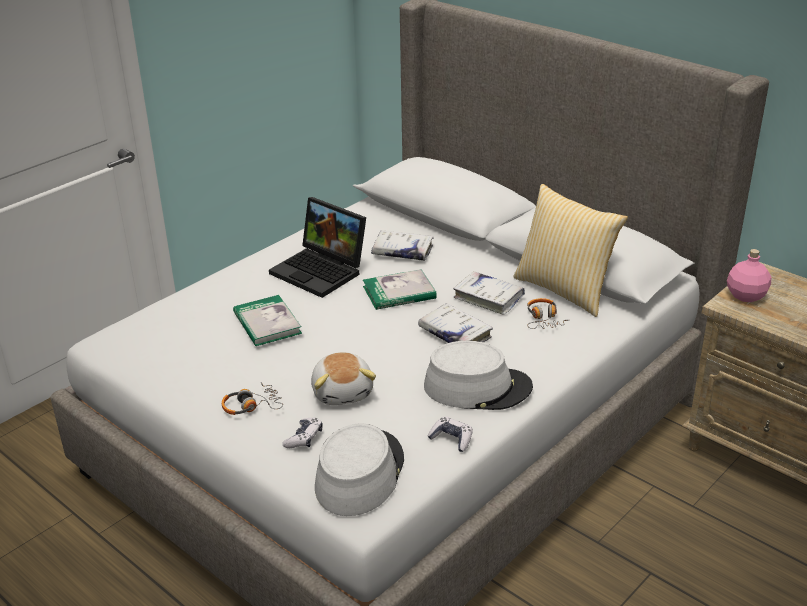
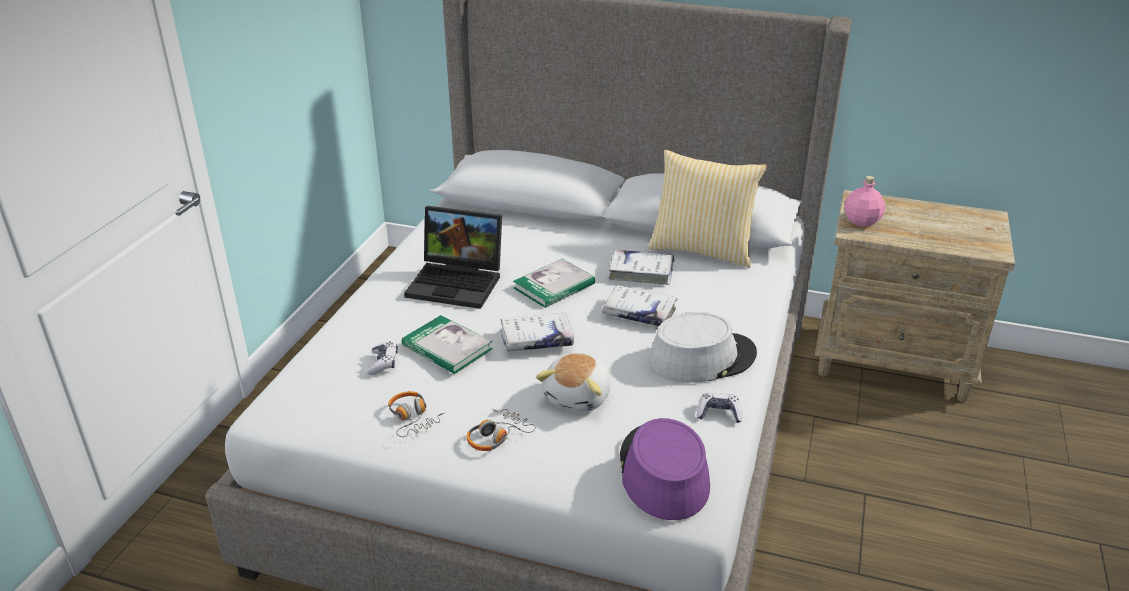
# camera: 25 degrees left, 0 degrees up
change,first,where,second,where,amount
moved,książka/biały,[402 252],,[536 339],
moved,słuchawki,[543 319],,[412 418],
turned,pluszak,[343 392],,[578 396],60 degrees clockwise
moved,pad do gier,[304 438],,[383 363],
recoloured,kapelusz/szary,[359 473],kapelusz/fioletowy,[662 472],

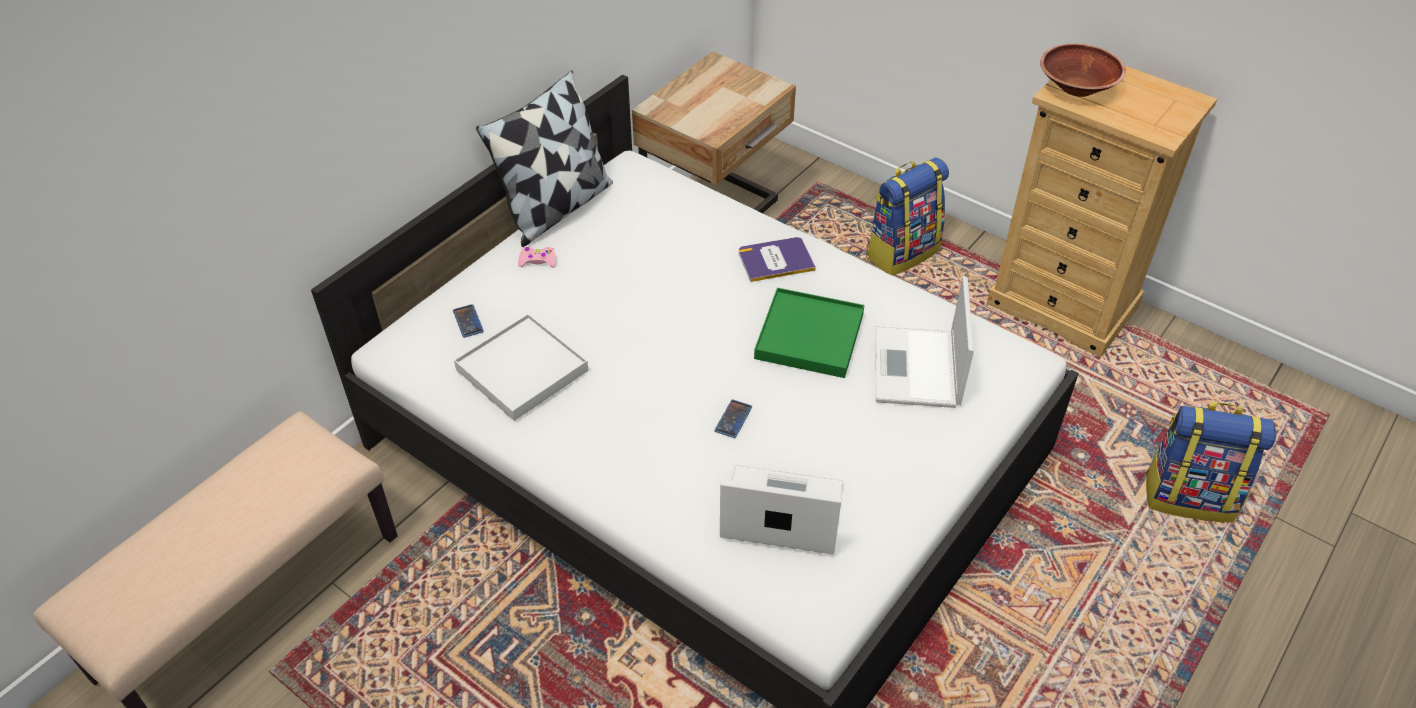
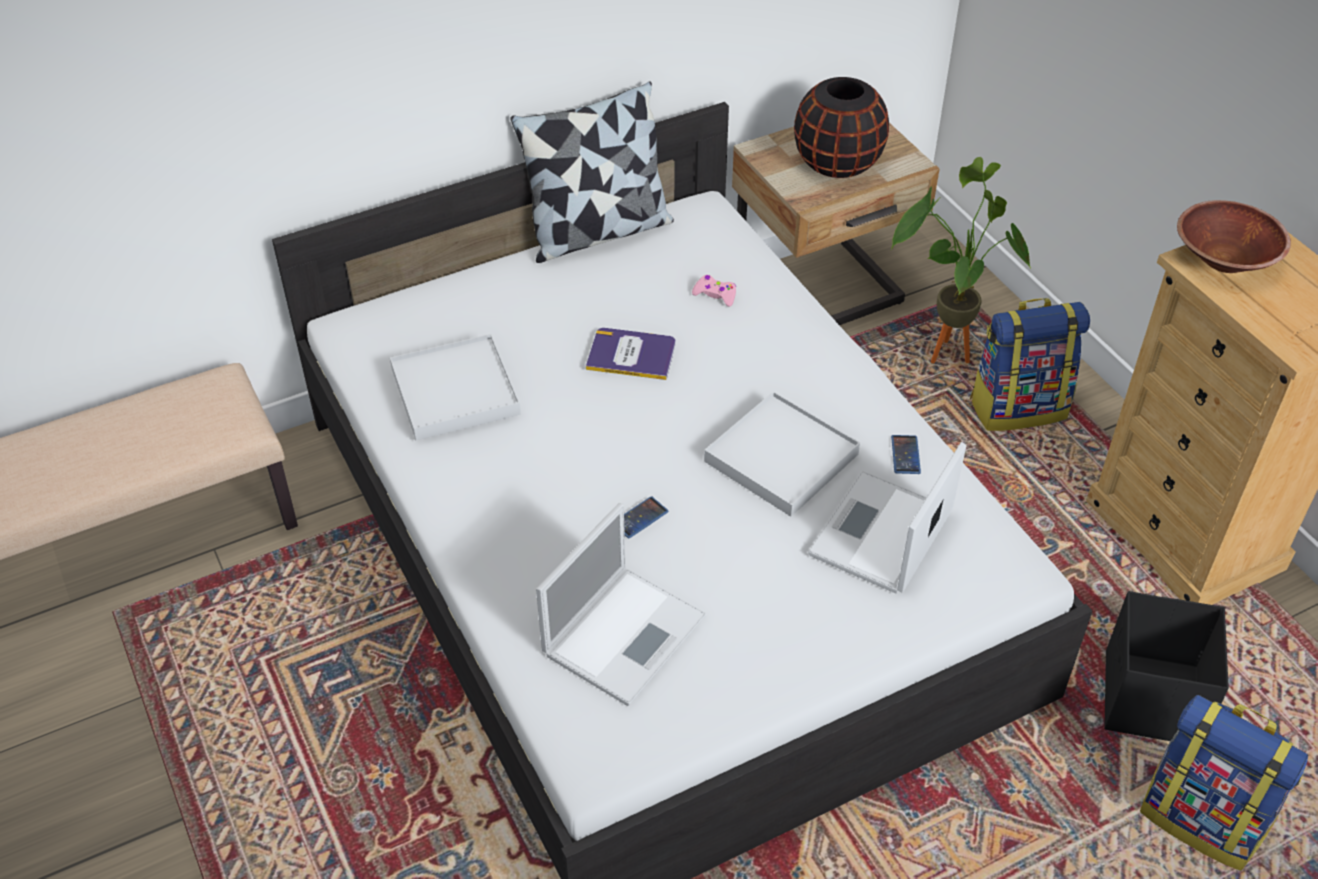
# camera: 25 degrees right, 0 degrees up
change,first,where,second,where,amount
moved,książka,[776 260],,[631 355],
moved,pad do gier/różowy,[538 261],,[715 294],
recoloured,taca/zielony,[809 337],taca/biały,[781 458],
moved,telefon,[468 321],,[905 455],
turned,laptop,[779 511],,[625 633],90 degrees clockwise
added,,,wazon/czarny,[837 164],
added,,,roślina doniczkowa,[939 351],
added,,,pojemnik do przechowywania/czarny,[1150 700],

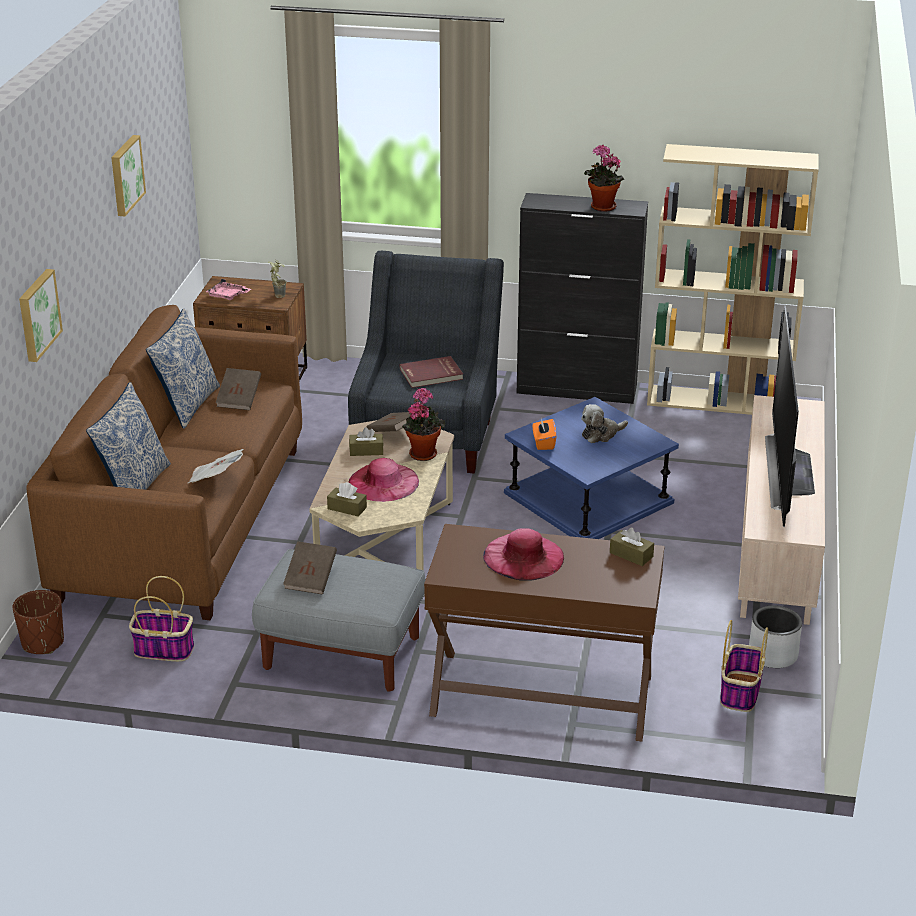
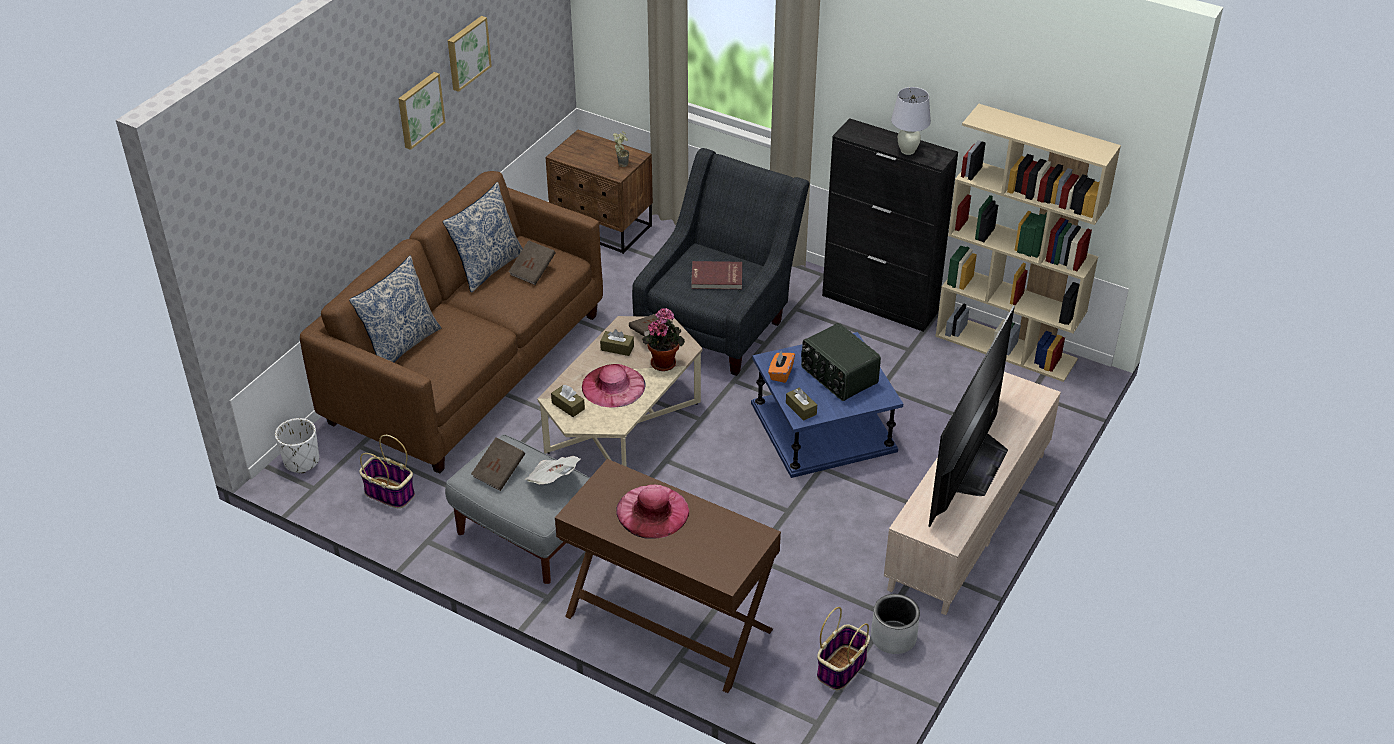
# camera: 20 degrees right, 10 degrees up
change,first,where,second,where,amount
replaced,roślina doniczkowa,[601 207],lampa stołowa/biały,[908 151],
moved,obraz,[37 314],,[419 109],
removed,taca/różowy,[228 296],,,
replaced,pluszak,[601 434],radio,[838 376],
moved,gazeta,[216 480],,[553 479],
moved,pudełko chusteczek/brązowy,[631 555],,[801 409],
recoloured,donica/brązowy,[43 643],donica/biały,[301 461],

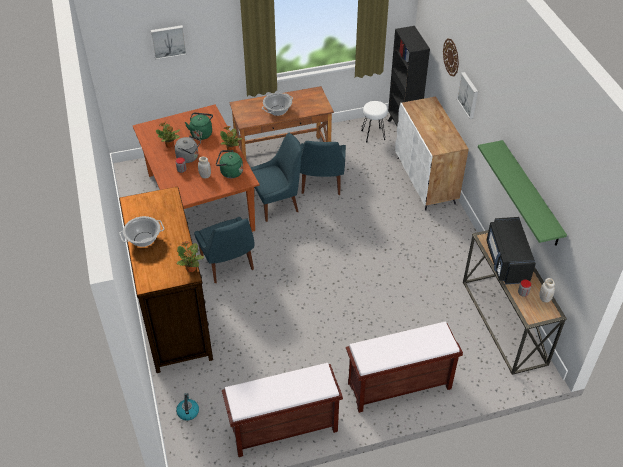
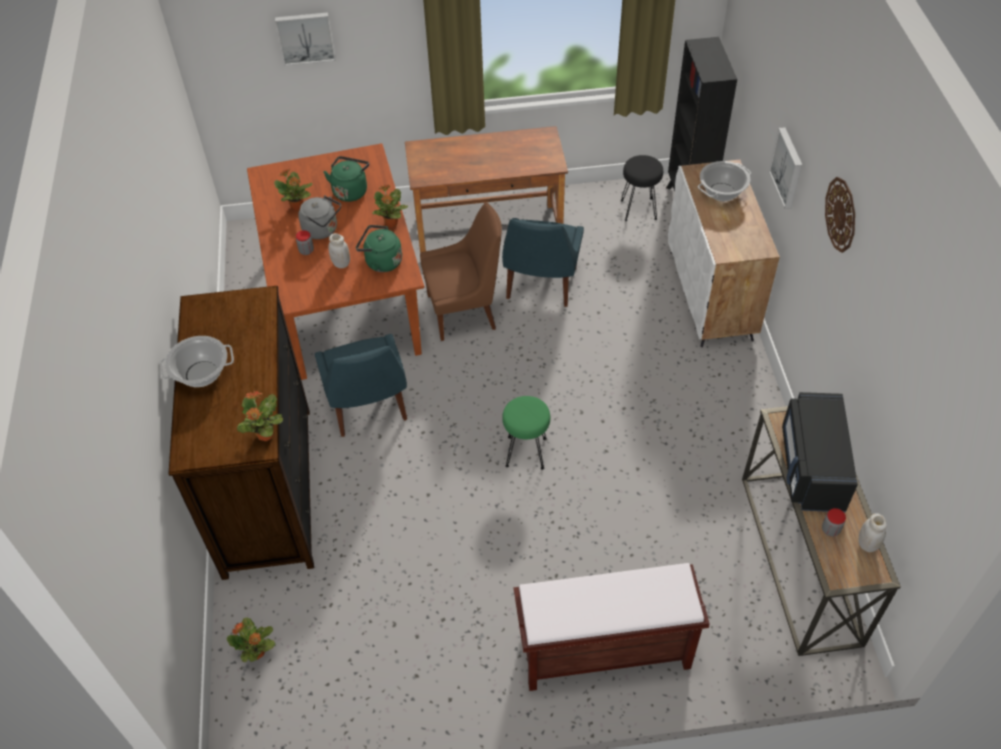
# camera: 10 degrees right, 5 degrees up
change,first,where,second,where,amount
moved,zegar ścienny,[451 57],,[841 214],
moved,garnek,[277 111],,[722 192],
recoloured,stołek/biały,[373 135],stołek/czarny,[639 209],
recoloured,krzesło/niebieski,[277 203],krzesło/brązowy,[464 311],
removed,półka/zielony,[530 193],,,
removed,ławka/brązowy,[283 429],,,
replaced,czajnik,[188 412],roślina doniczkowa,[257 653],
added,,,stołek/zielony,[526 452],

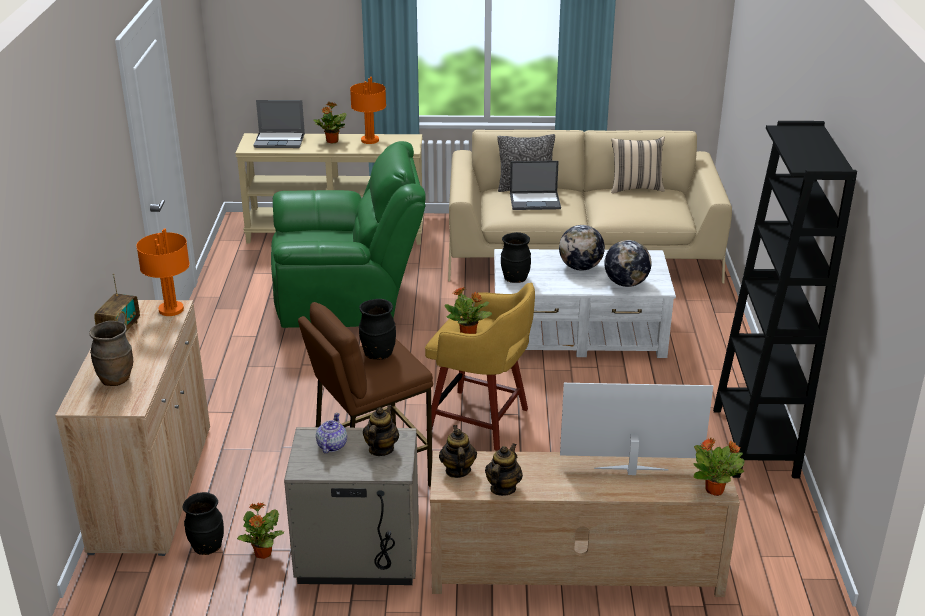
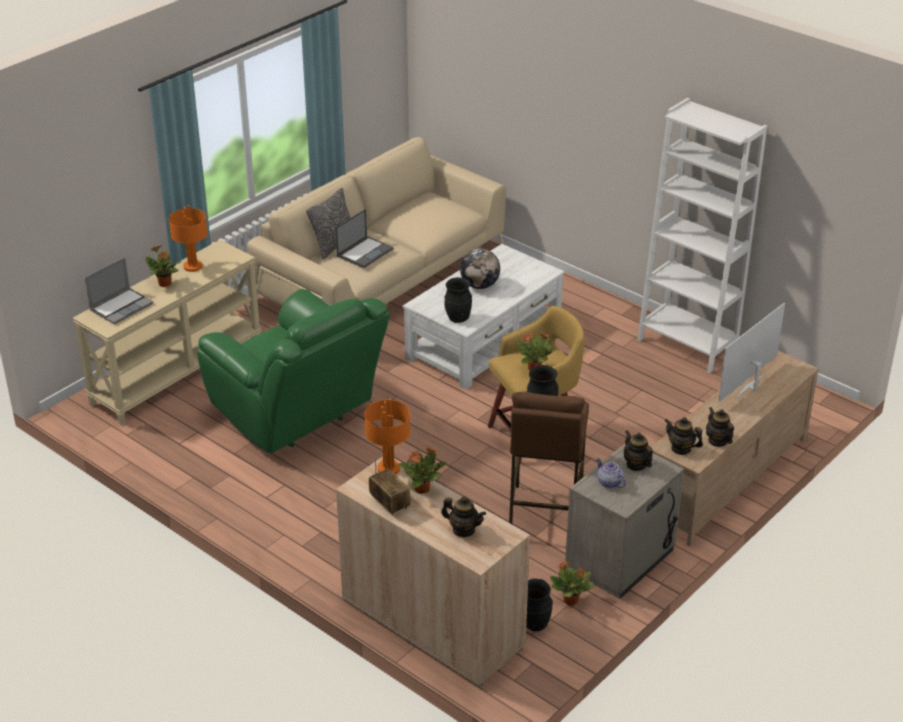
# camera: 50 degrees left, 5 degrees up
change,first,where,second,where,amount
recoloured,regał/czarny,[754 443],regał/biały,[687 345],
removed,poduszka/beżowy,[635 188],,,
turned,fotel/zielony,[348 302],,[298 417],105 degrees clockwise
removed,globus,[626 283],,,
replaced,wazon/brązowy,[116 379],imbryk,[463 530],
moved,roślina doniczkowa,[715 490],,[422 488],

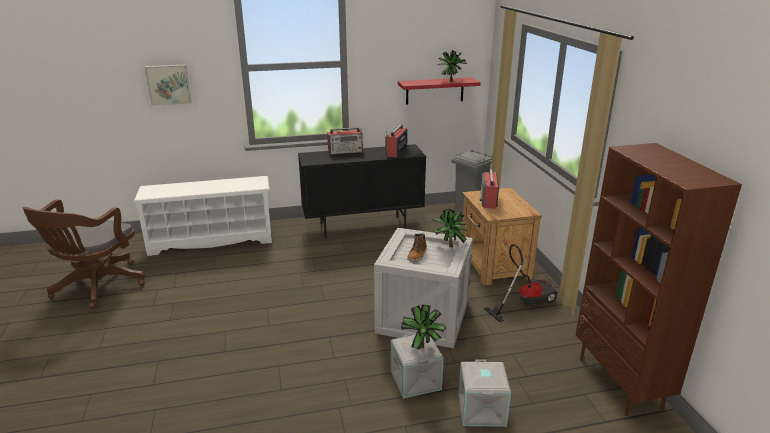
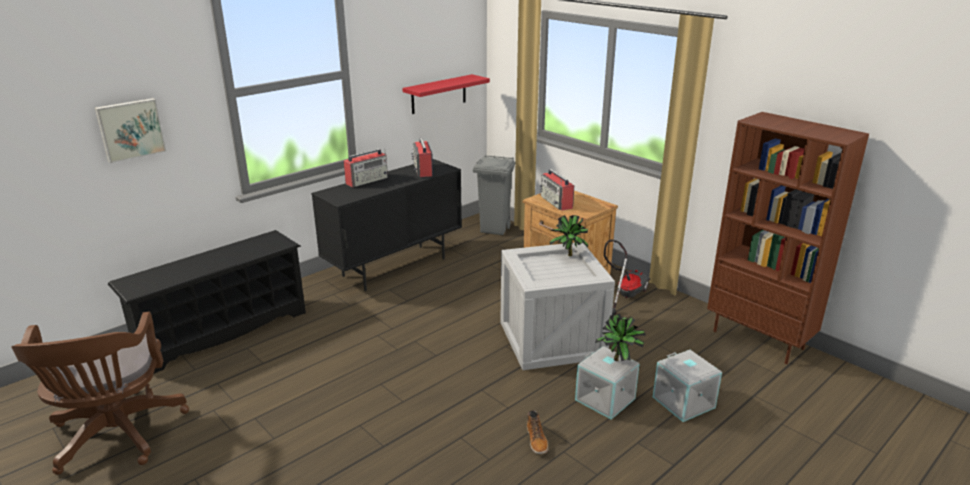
# camera: 30 degrees left, 0 degrees up
change,first,where,second,where,amount
removed,roślina doniczkowa,[450 81],,,
recoloured,regał na buty/biały,[212 240],regał na buty/czarny,[222 331],
moved,but z cholewką,[417 255],,[537 440],

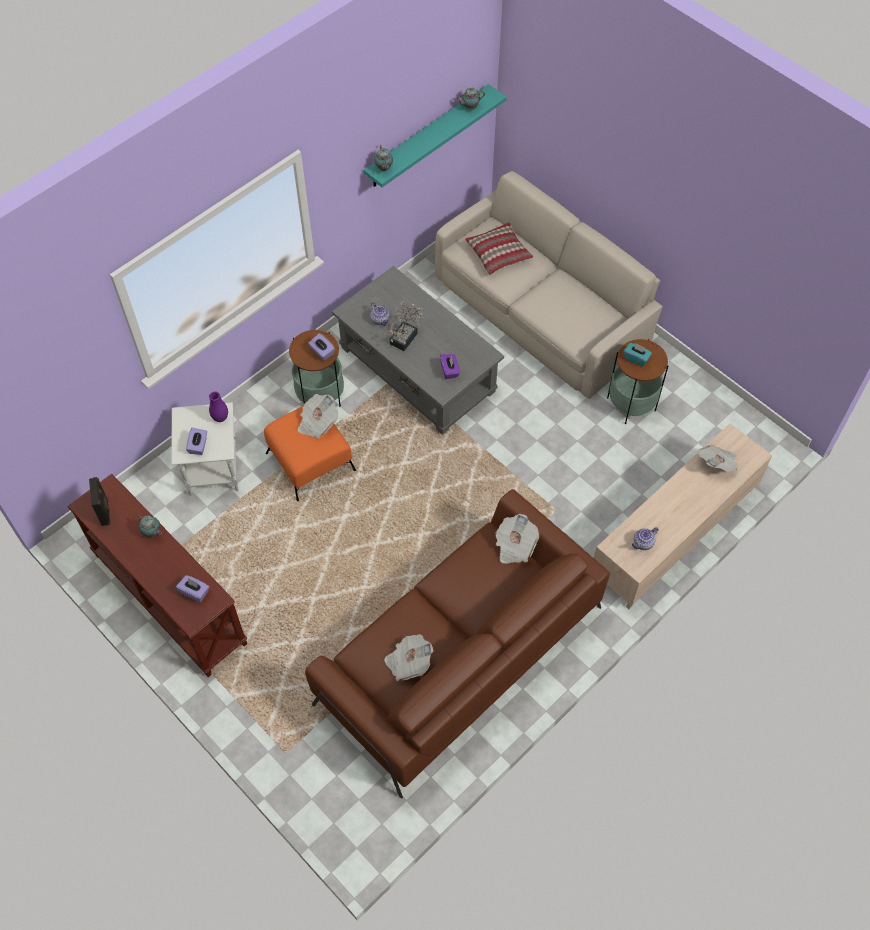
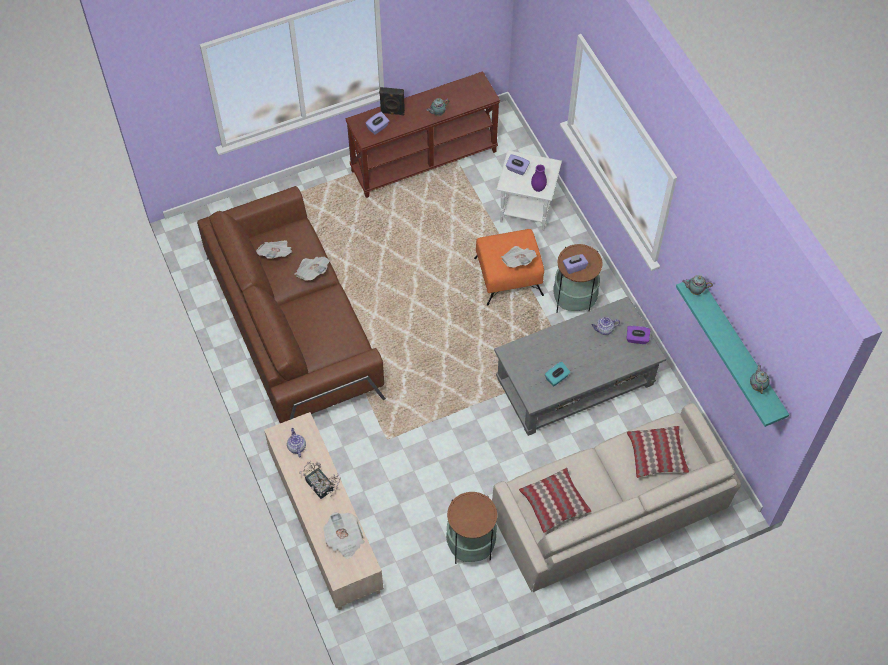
# camera: 110 degrees right, 0 degrees up
change,first,where,second,where,amount
moved,roślina doniczkowa,[406 336],,[321 488],
moved,pudełko chusteczek/turkusowy,[636 358],,[556 378],
moved,pudełko chusteczek/fioletowy,[449 370],,[637 339],
moved,głośnik/czarny,[105 512],,[392 112],
moved,gazeta,[514 546],,[312 272],
added,,,poduszka,[554 503],

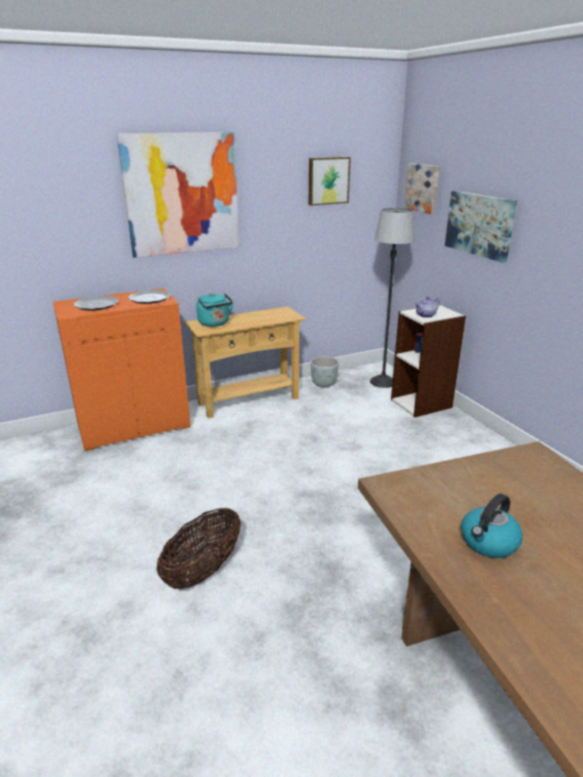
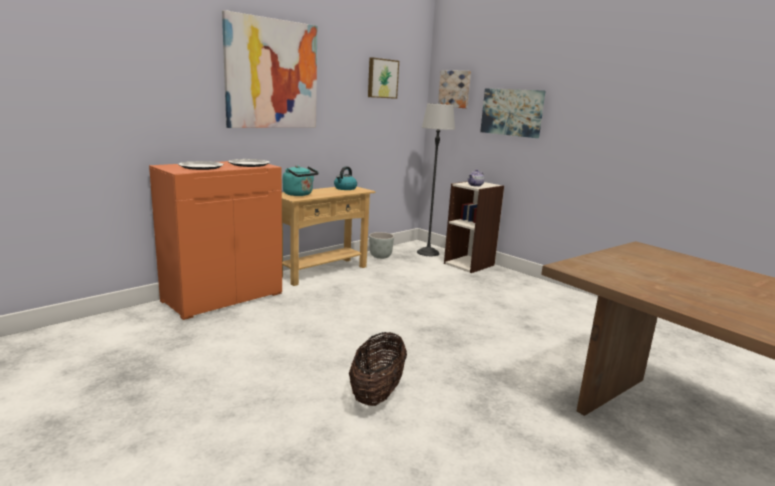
# camera: 20 degrees left, 10 degrees down
change,first,where,second,where,amount
moved,czajnik,[488 542],,[345 188],

